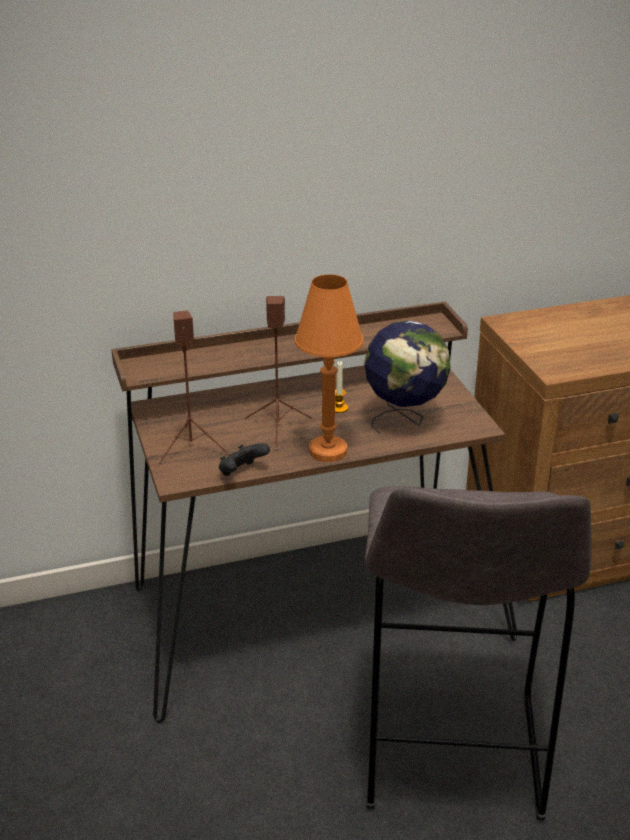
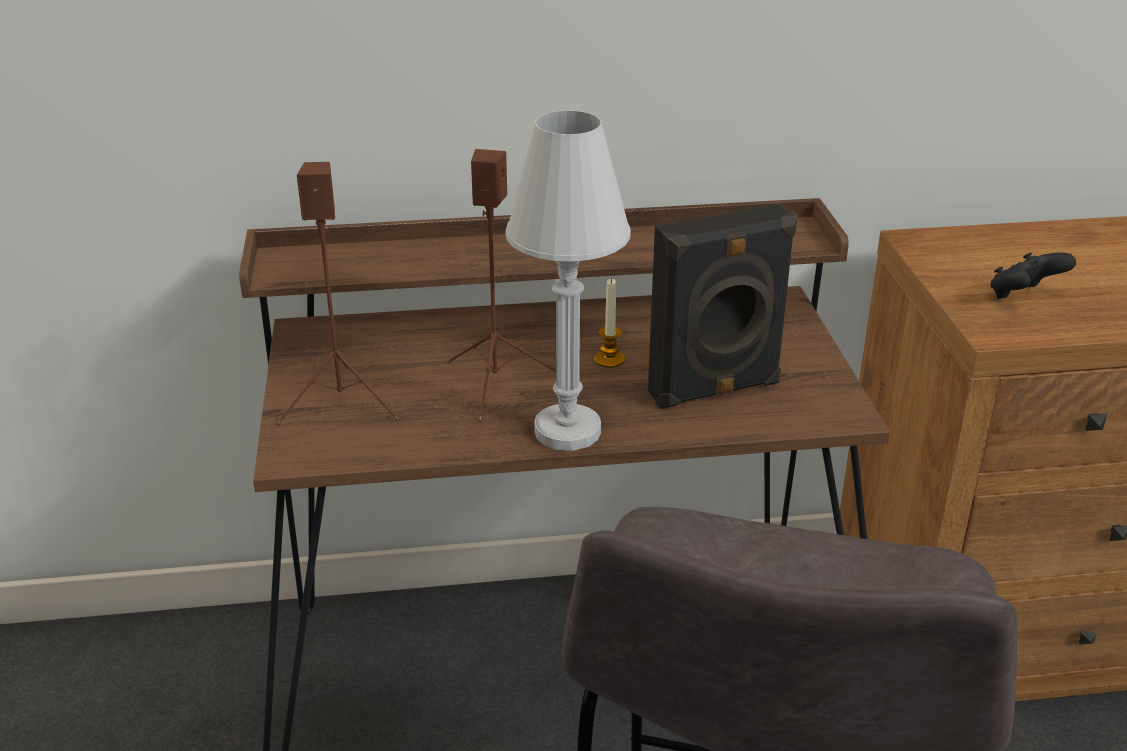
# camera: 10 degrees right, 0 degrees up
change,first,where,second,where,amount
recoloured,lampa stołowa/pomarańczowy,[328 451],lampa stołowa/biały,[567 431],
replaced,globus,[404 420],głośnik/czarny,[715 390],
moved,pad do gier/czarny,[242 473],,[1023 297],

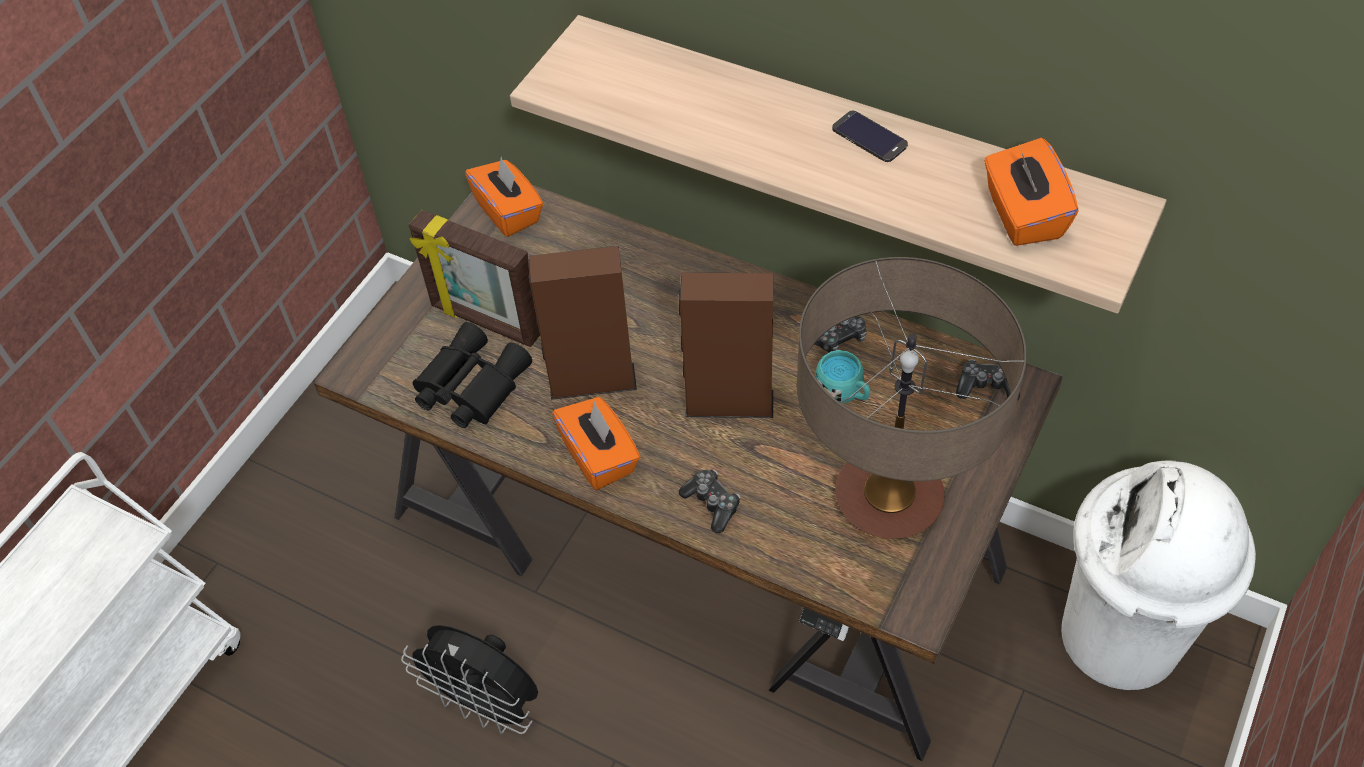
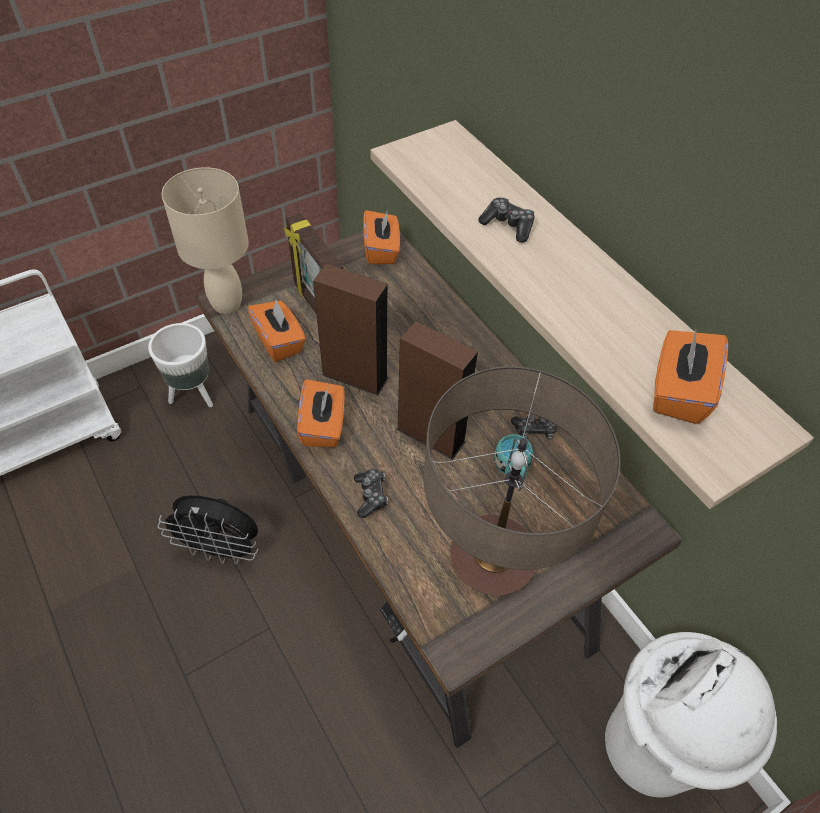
# camera: 25 degrees right, 0 degrees up
change,first,where,second,where,amount
removed,telefon,[869 137],,,
replaced,lornetka/czarny,[469 386],pudełko chusteczek/pomarańczowy,[279 341],
moved,pad do gier,[987 386],,[508 226],
turned,wentylator/czarny,[487 705],,[221 549],45 degrees counterclockwise
added,,,lampa stołowa/beżowy,[226 303],
added,,,donica/biały,[194 394],

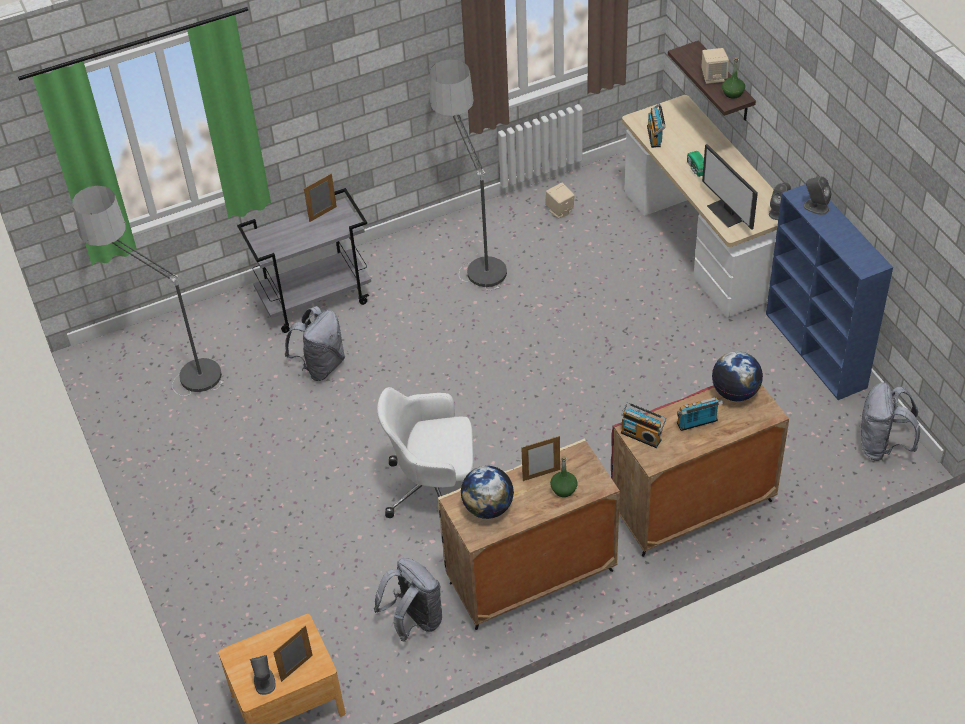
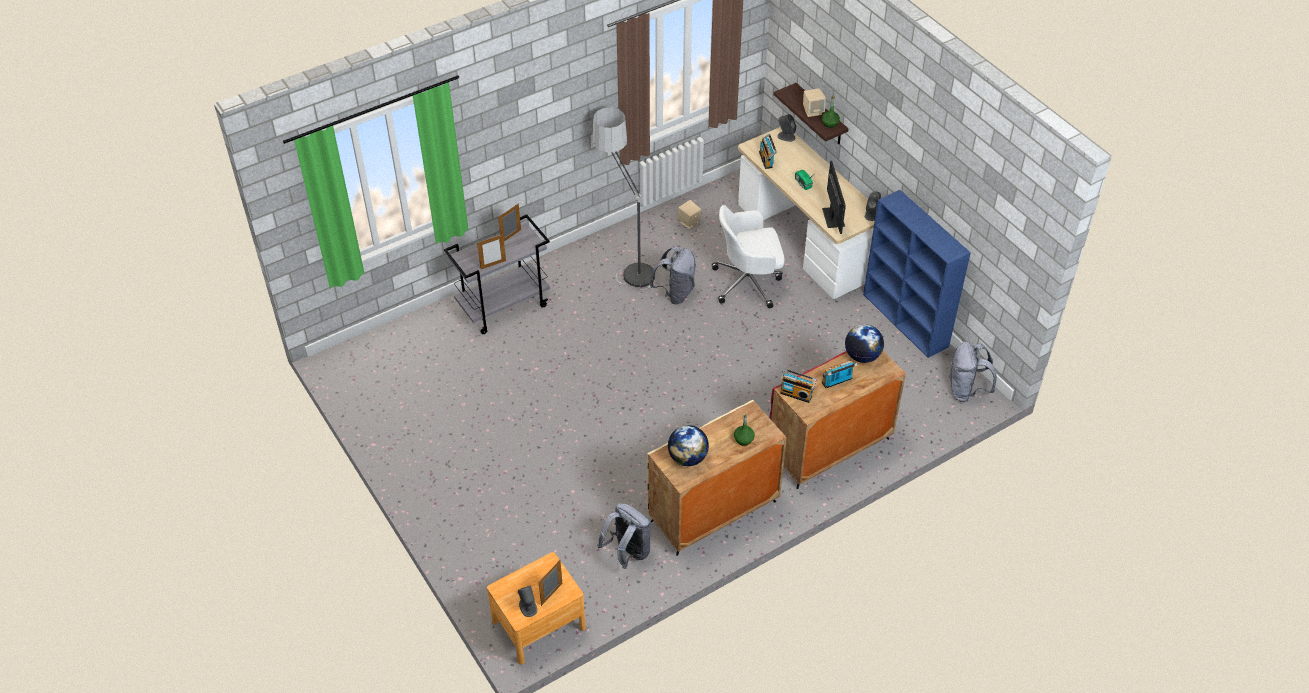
# camera: 10 degrees left, 0 degrees up
change,first,where,second,where,amount
turned,monitor,[727 212],,[832 217],150 degrees counterclockwise
moved,głośnik/szary,[815 207],,[786 136],
removed,lampa stojąca,[171 369],,,
moved,plecak/szary,[321 366],,[675 293],
moved,krzesło biurowe/biały,[434 489],,[748 282],
moved,ramka na zdjęcie,[541 475],,[493 265],

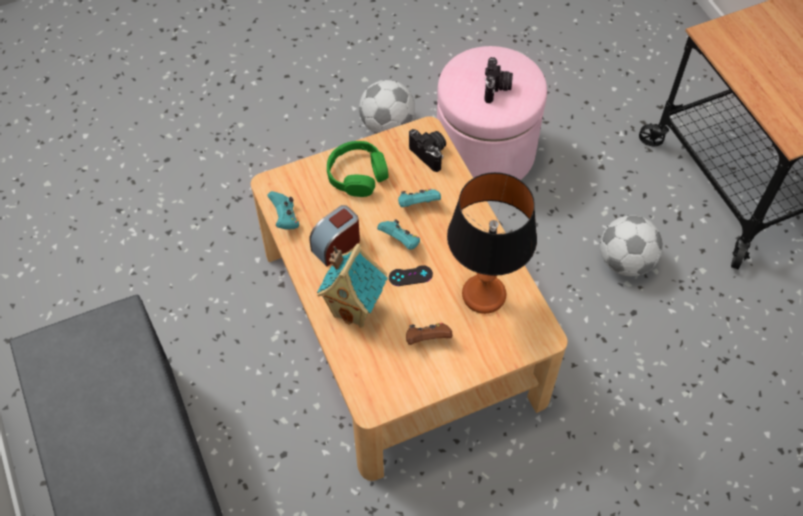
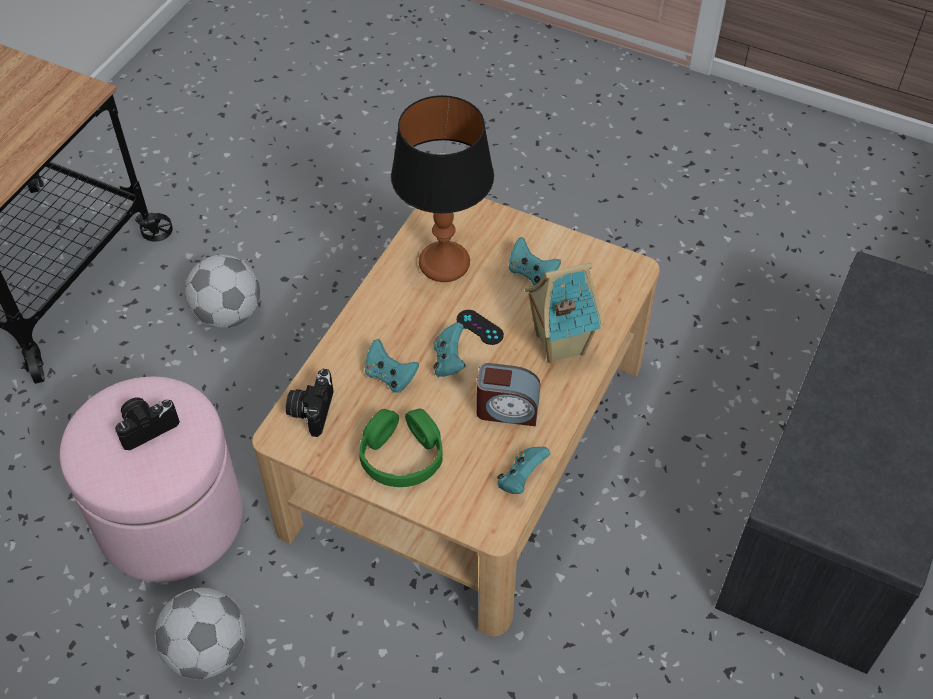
# camera: 130 degrees left, 5 degrees down
change,first,where,second,where,amount
recoloured,pad do gier/brązowy,[427 339],pad do gier/turkusowy,[531 273],

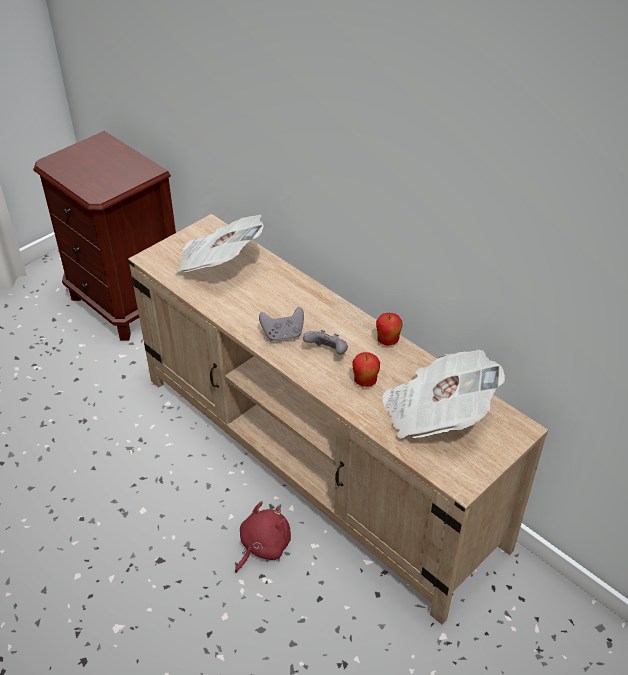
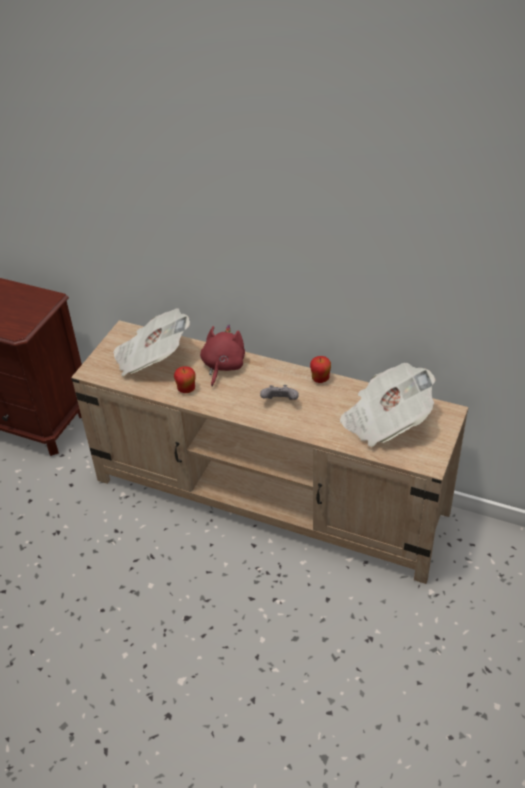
# camera: 20 degrees left, 0 degrees up
change,first,where,second,where,amount
removed,pad do gier/szary,[283 334],,,
moved,jabłko,[365 382],,[186 390],
moved,pluszak/czerwony,[263 546],,[222 366],

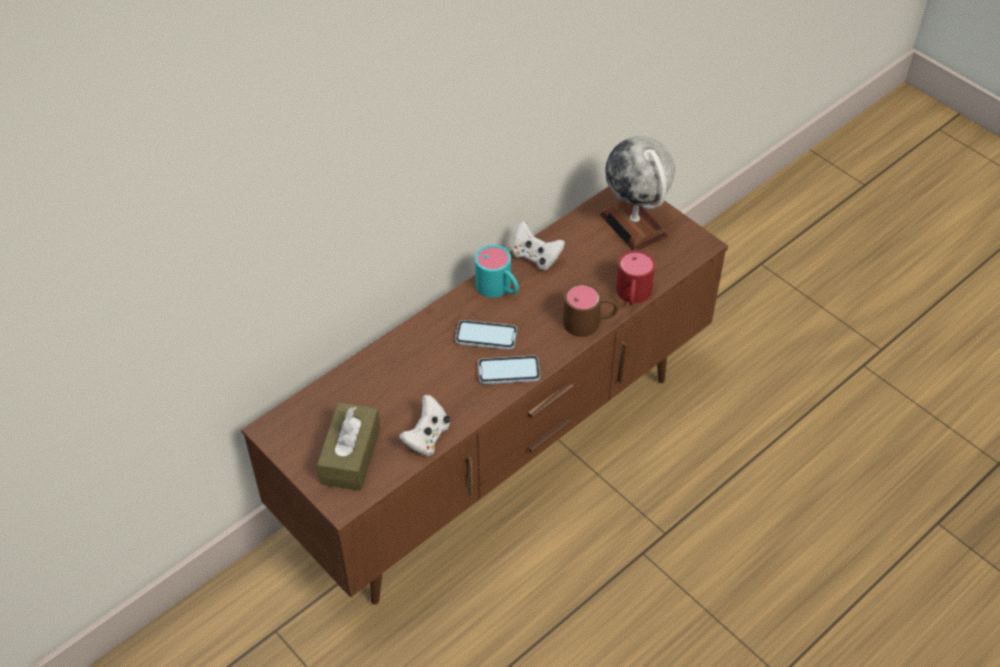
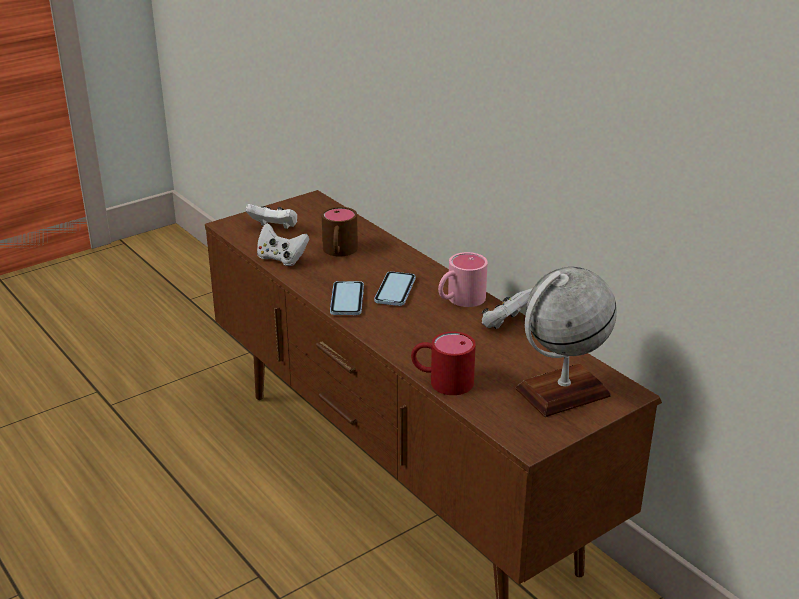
# camera: 95 degrees right, 20 degrees down
change,first,where,second,where,amount
recoloured,kubek/turkusowy,[499 288],kubek/różowy,[459 300],
moved,kubek/brązowy,[590 322],,[339 252],
replaced,pudełko chusteczek/brązowy,[351 455],pad do gier/biały,[274 228],

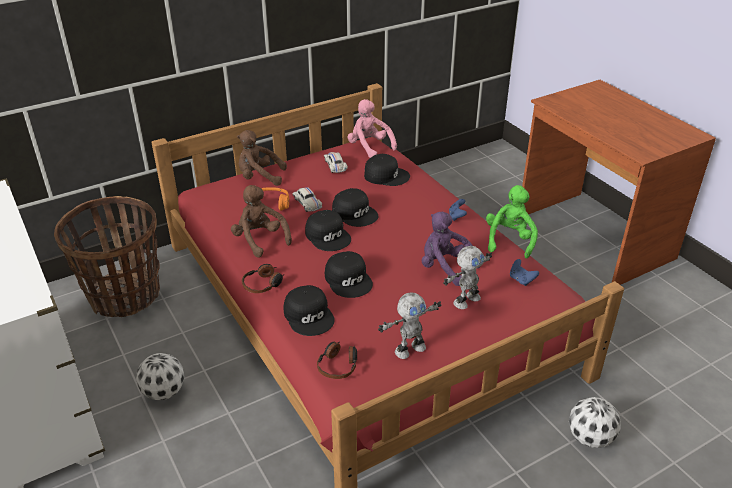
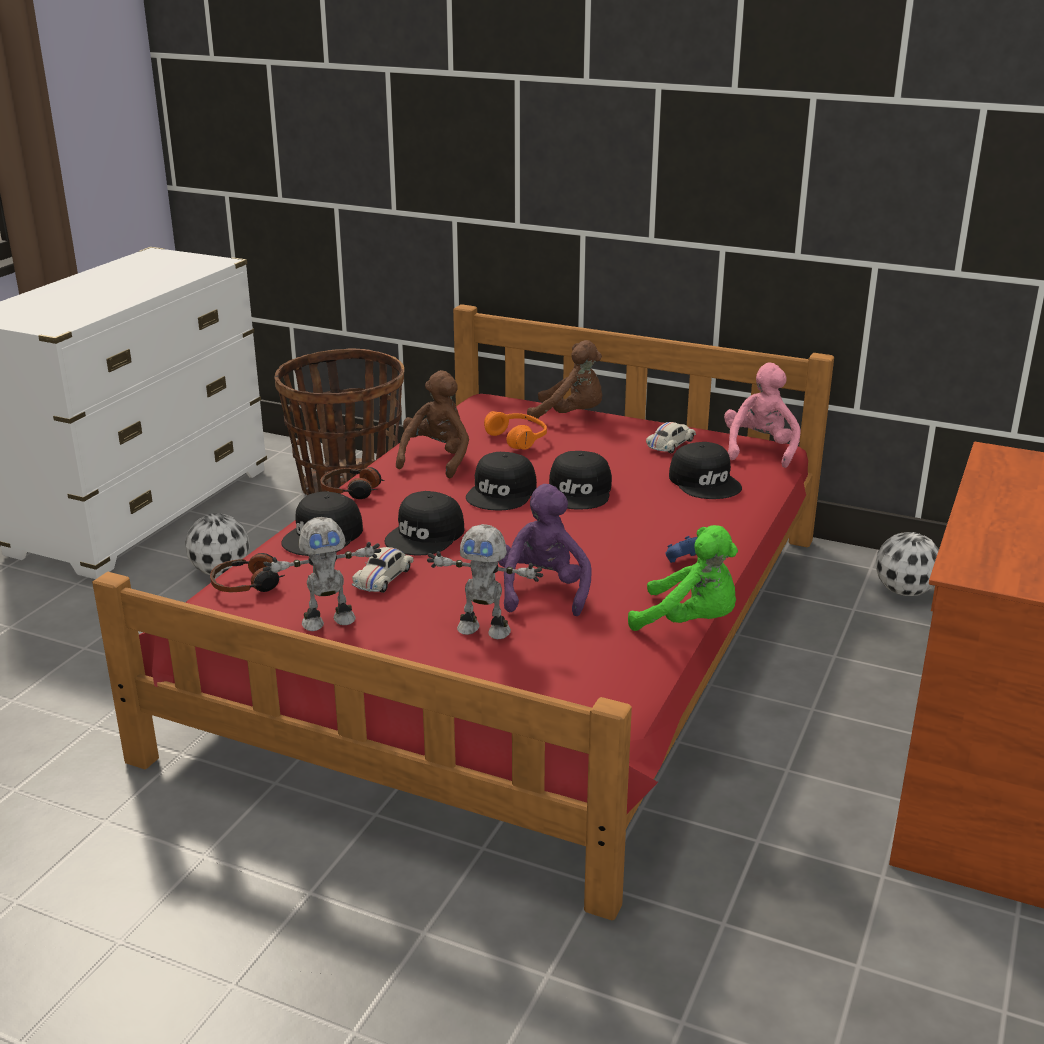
# camera: 55 degrees right, 10 degrees down
change,first,where,second,where,amount
turned,pluszak/brązowy,[259 177],,[570 416],135 degrees clockwise
turned,pluszak/zielony,[509 240],,[690 622],45 degrees clockwise
moved,samochodzik/biały,[307 203],,[383 578],
removed,pad do gier/niebieski,[521 280],,,
turned,robot zabawkowy,[409 349],,[328 621],45 degrees counterclockwise
moved,piłka futbolowa,[590 438],,[905 592],

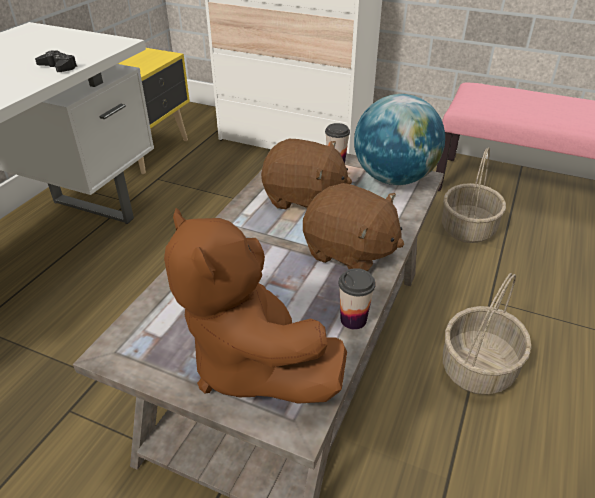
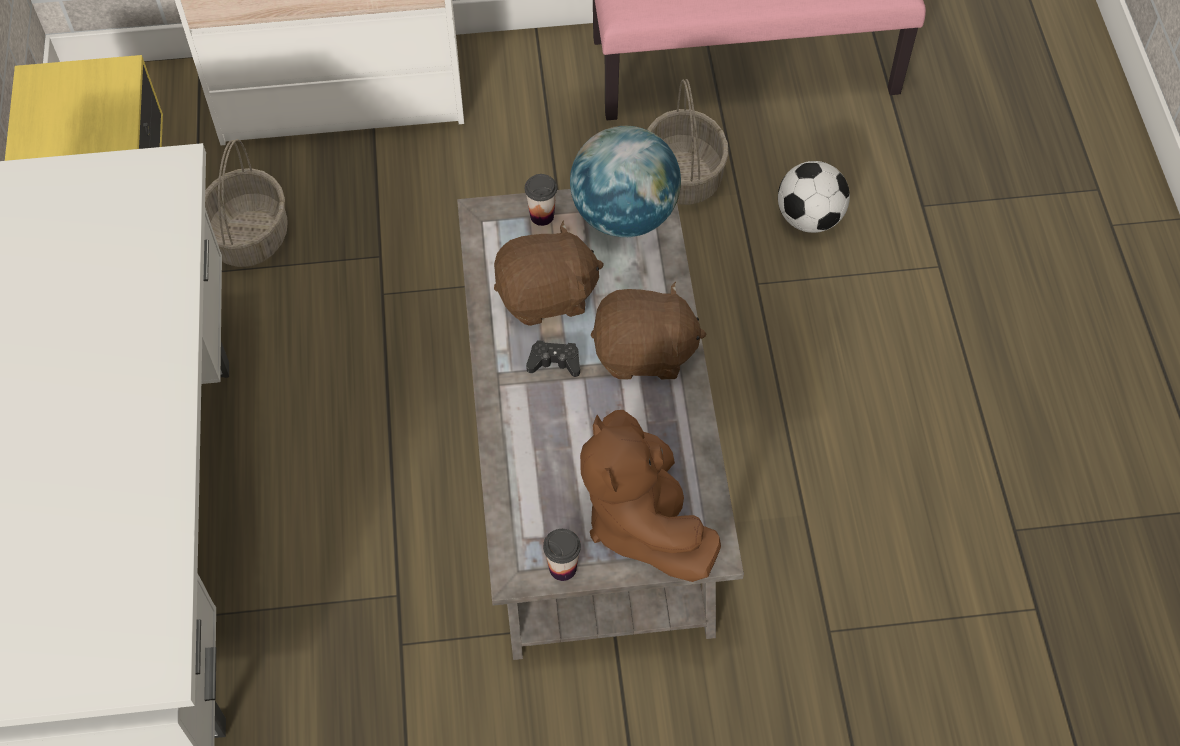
# camera: 30 degrees left, 20 degrees up
change,first,where,second,where,amount
moved,pad do gier/czarny,[58 67],,[554 362],
turned,pluszak/brązowy,[252 363],,[642 520],45 degrees clockwise
moved,filiżanka,[353 319],,[562 568],
moved,koszyk,[477 367],,[249 236],
added,,,piłka futbolowa,[809 218],

